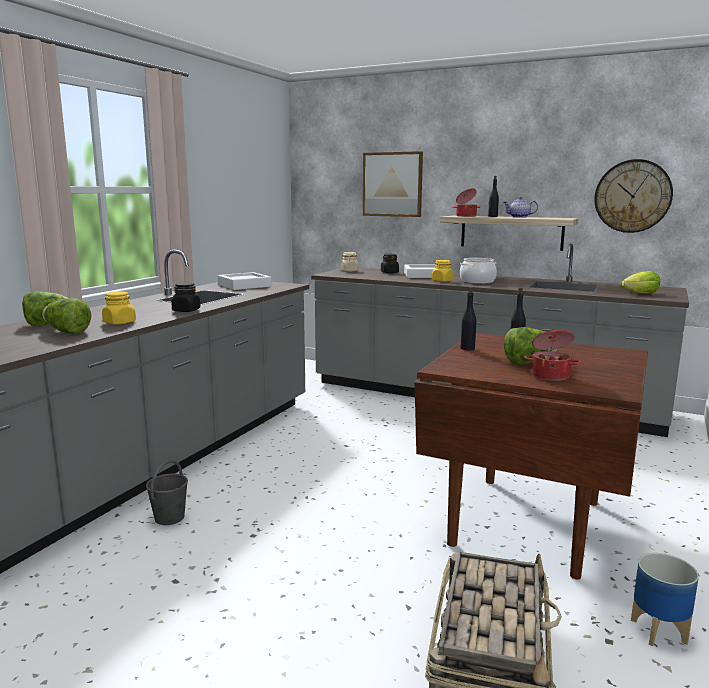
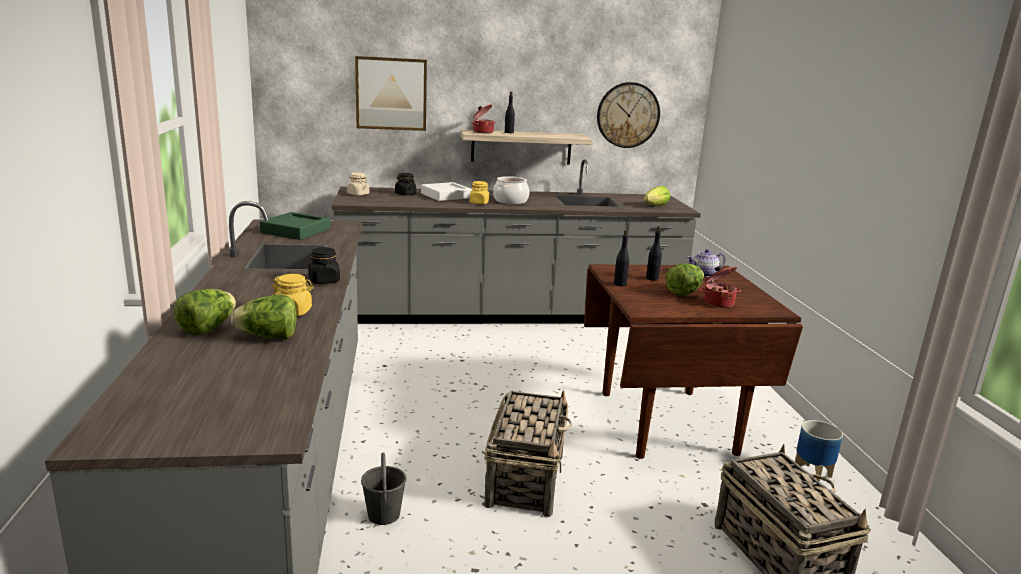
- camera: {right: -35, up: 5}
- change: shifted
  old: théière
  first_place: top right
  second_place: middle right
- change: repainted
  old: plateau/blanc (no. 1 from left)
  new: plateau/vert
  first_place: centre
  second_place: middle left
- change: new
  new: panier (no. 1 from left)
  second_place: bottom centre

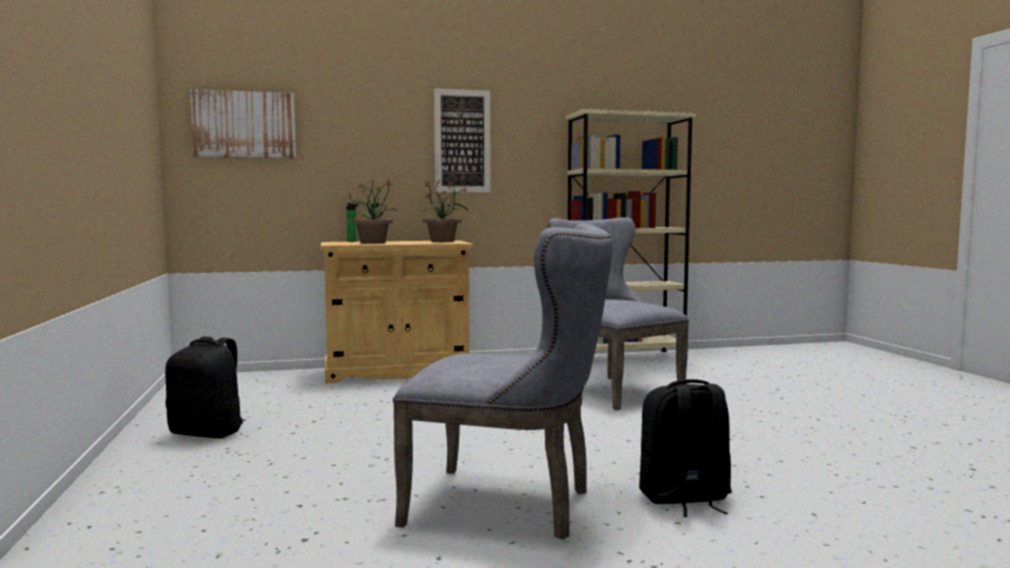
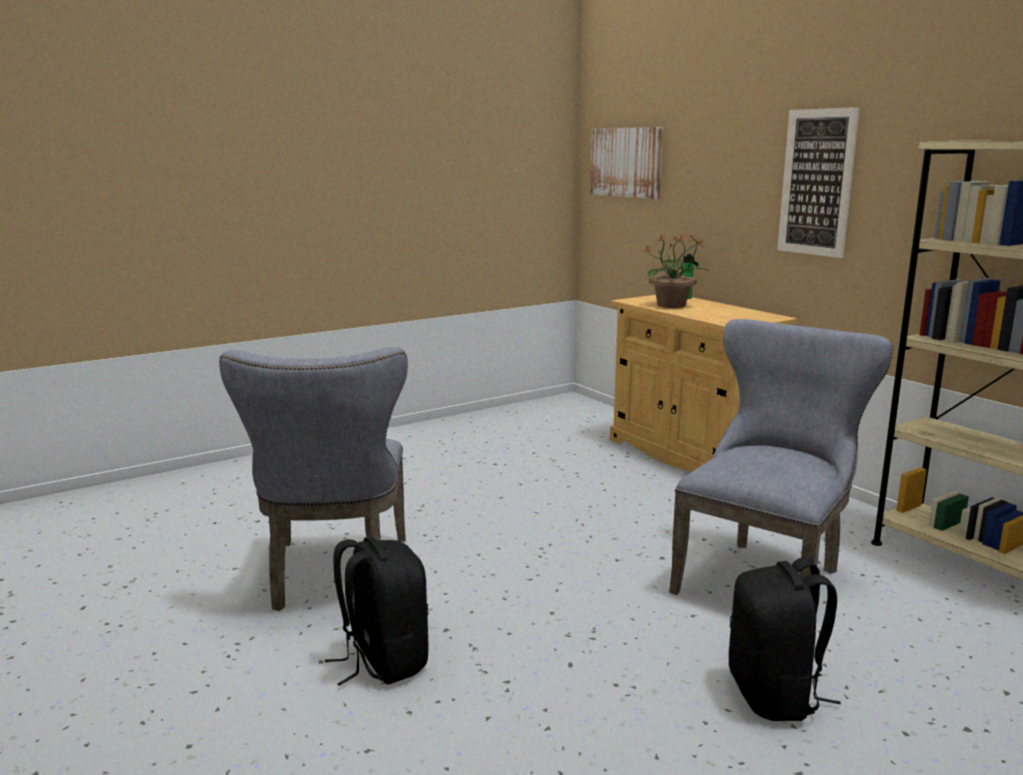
- camera: {right: 70, up: 10}
- change: gone
  old: plante en pot (no. 2 from left)
  first_place: centre
- change: shifted
  old: sac à dos/noir (no. 1 from left in the first image)
  new: sac à dos/noir (no. 2 from left)
  first_place: bottom left
  second_place: bottom right

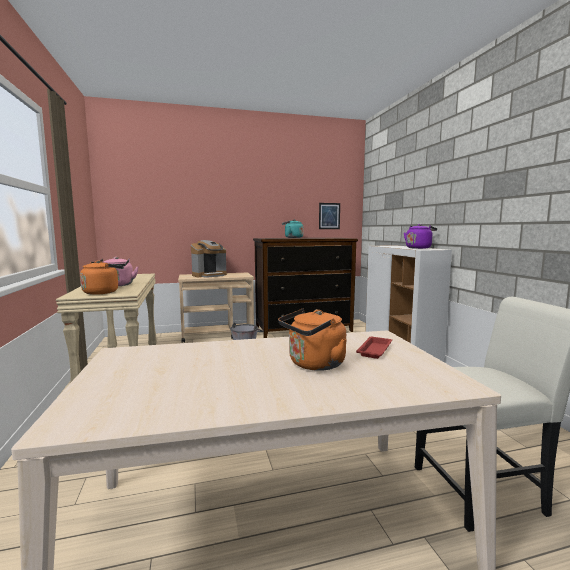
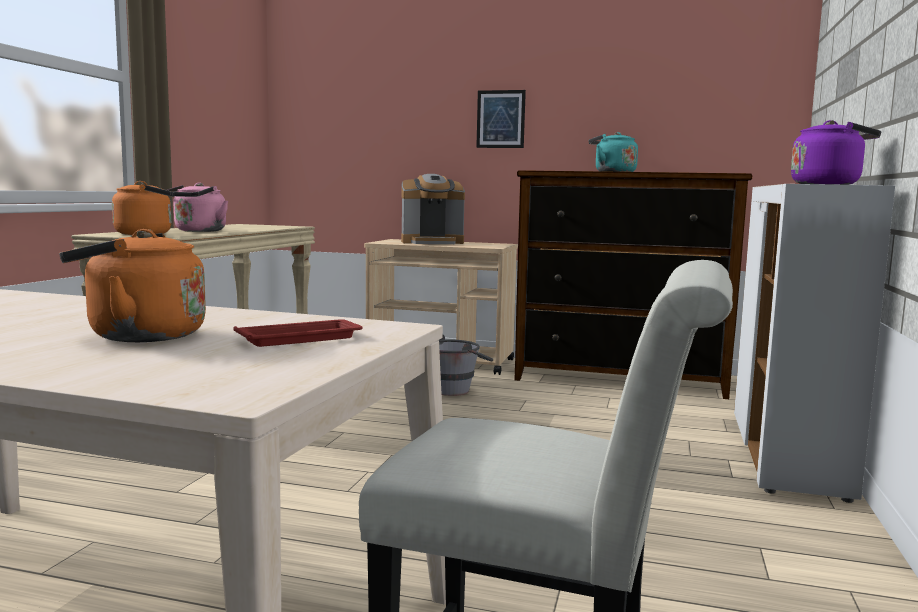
- camera: {right: 30, up: 0}
- change: shifted
  old: tableau
  first_place: centre
  second_place: top centre

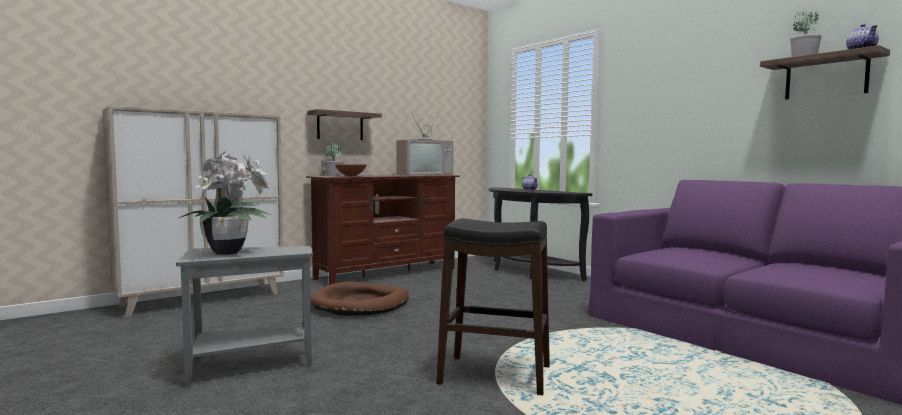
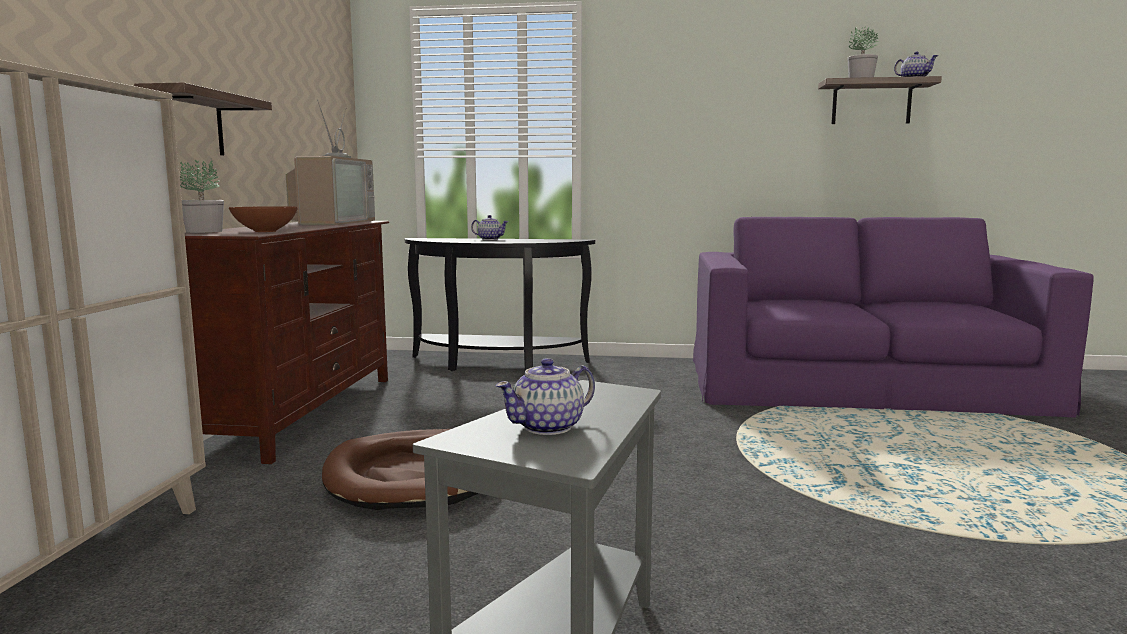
- camera: {right: -45, up: 5}
- change: swapped
  old: plante en pot (no. 1 from left)
  new: théière (no. 2 from left)
  first_place: middle left
  second_place: centre
- change: gone
  old: tabouret/noir
  first_place: bottom centre

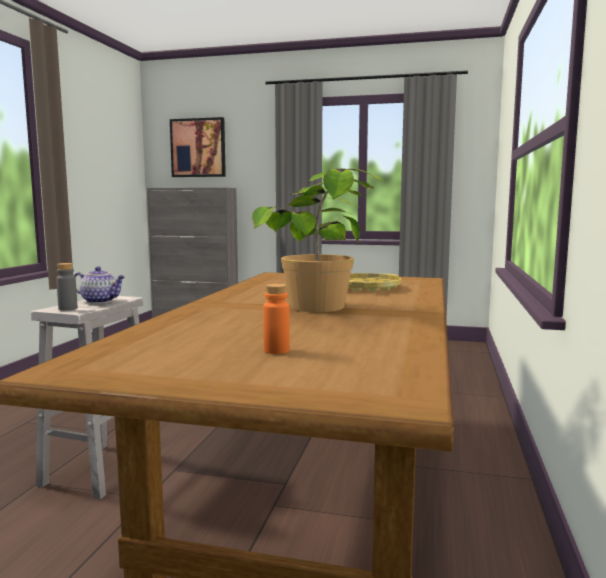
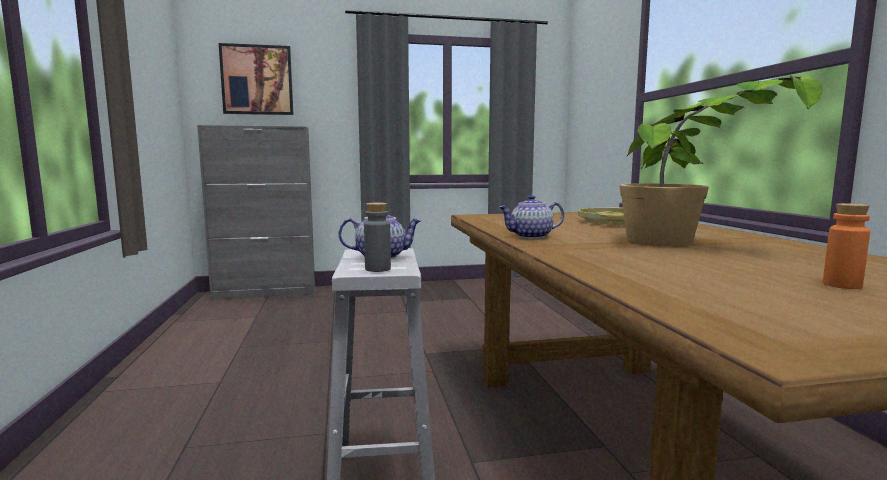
- camera: {right: -25, up: 0}
- change: new
  new: théière (no. 2 from left)
  second_place: centre

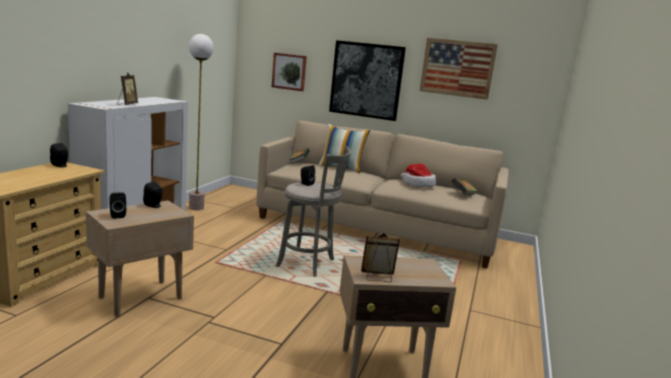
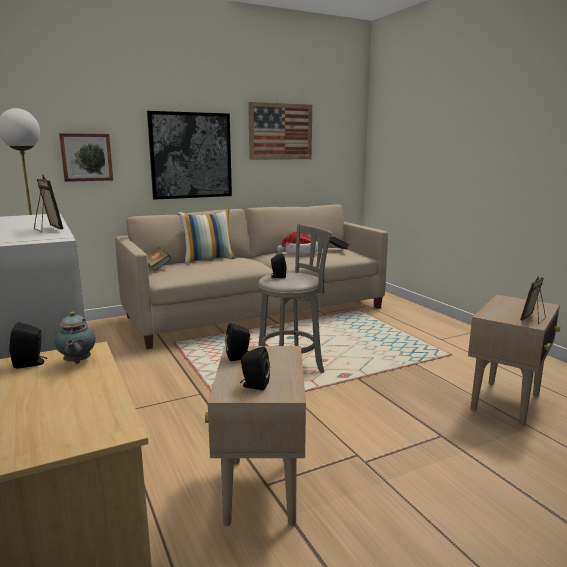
- camera: {right: -45, up: 0}
- change: new
  new: théière
  second_place: middle left

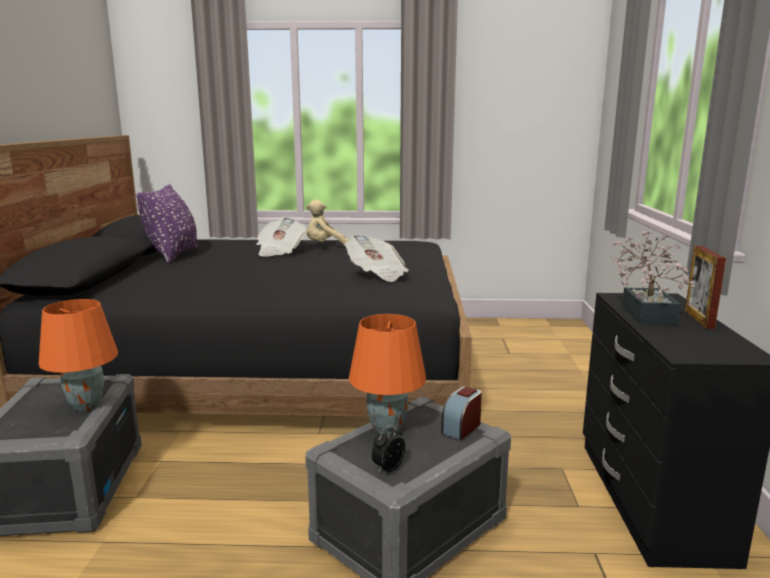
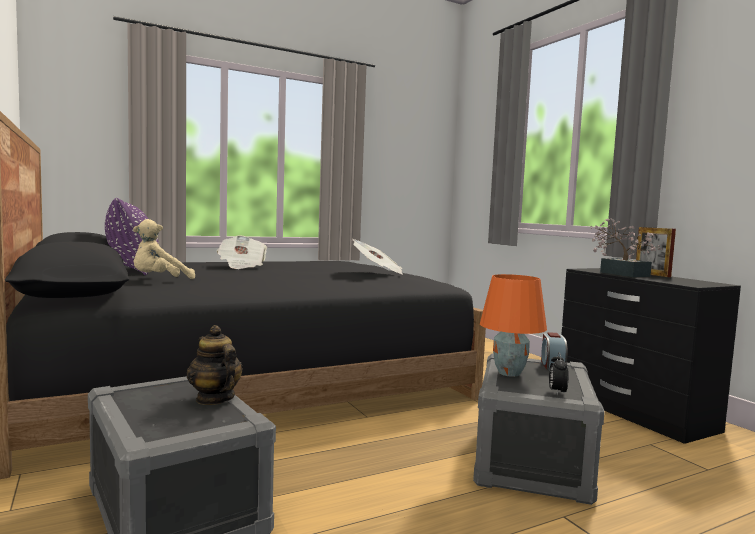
- camera: {right: -30, up: -10}
- change: shifted
  old: peluche/beige
  first_place: centre
  second_place: middle left
- change: swapped
  old: lampe de table/orange (no. 1 from left)
  new: théière
  first_place: middle left
  second_place: bottom left

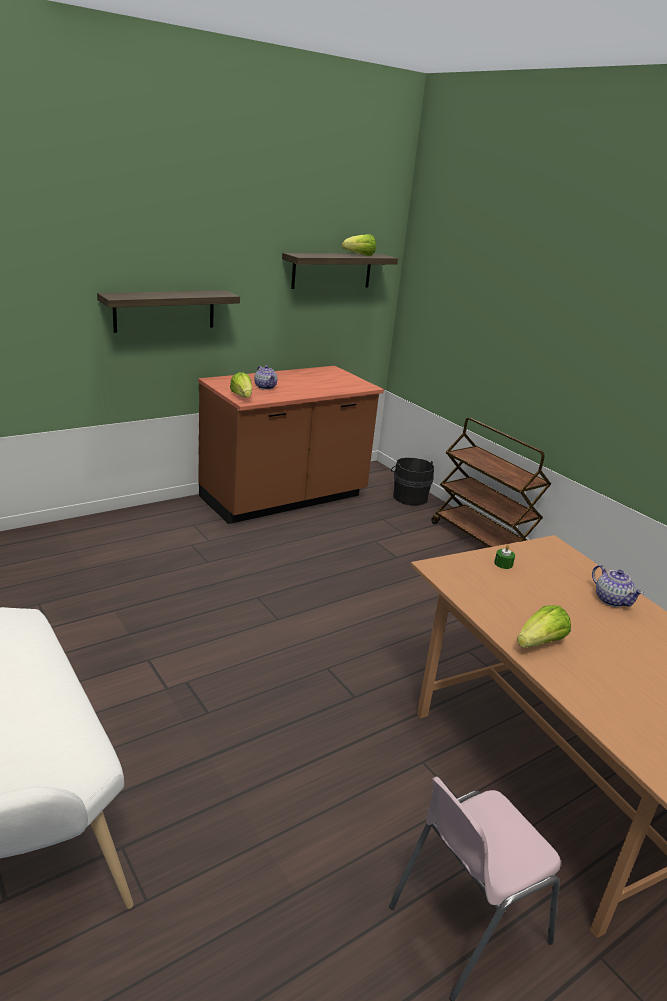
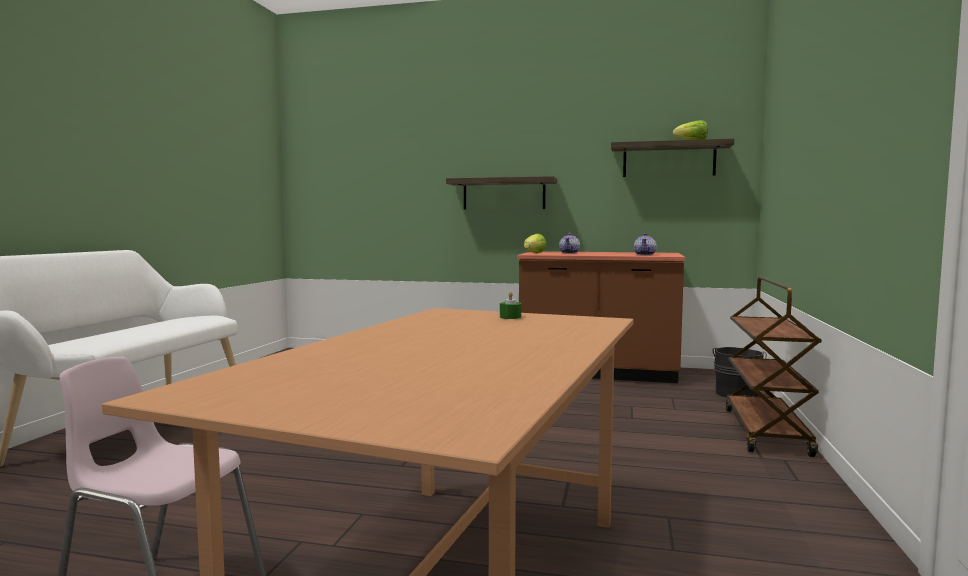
- camera: {right: 50, up: -20}
- change: shifted
  old: théière (no. 2 from left)
  first_place: middle right
  second_place: centre
- change: gone
  old: laitue (no. 3 from left)
  first_place: middle right

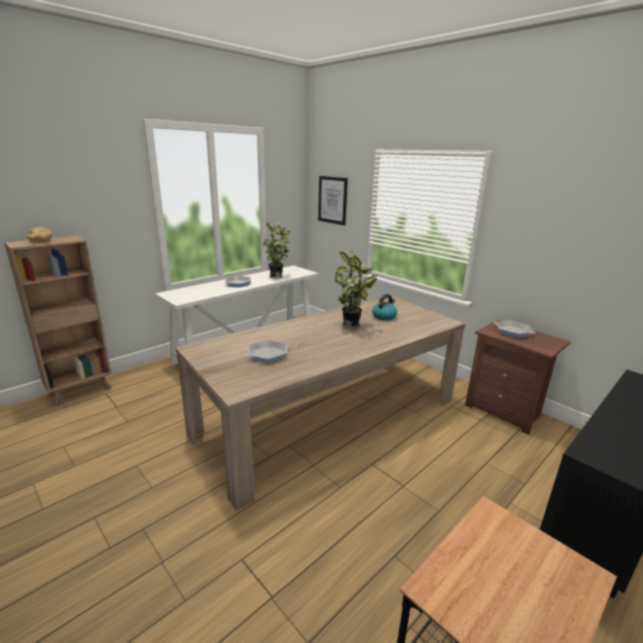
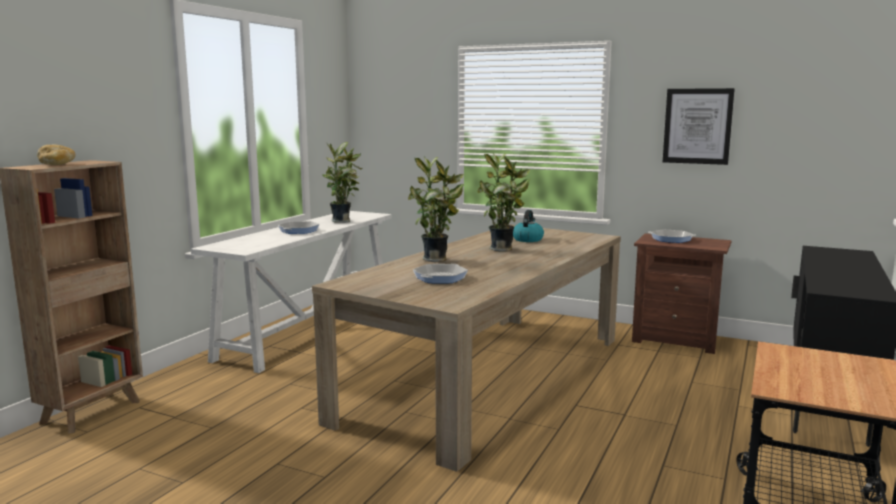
- camera: {right: -20, up: -10}
- change: shifted
  old: tableau
  first_place: top centre
  second_place: top right
- change: new
  new: plante en pot (no. 2 from left)
  second_place: centre

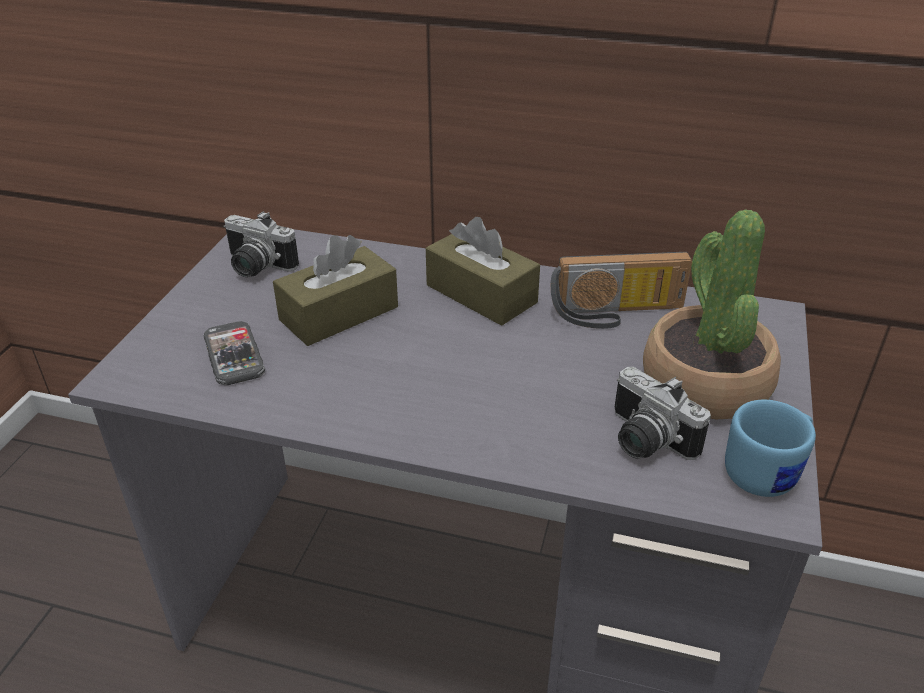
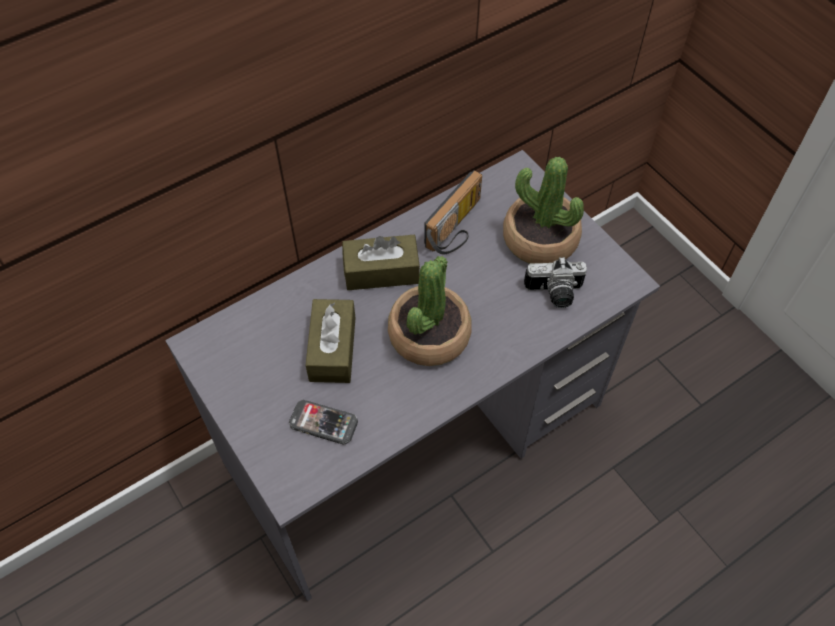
- camera: {right: -50, up: 20}
- change: gone
  old: appareil photo (no. 1 from left)
  first_place: middle left
- change: gone
  old: mug/bleu
  first_place: middle right
- change: new
  new: plante en pot (no. 1 from left)
  second_place: centre

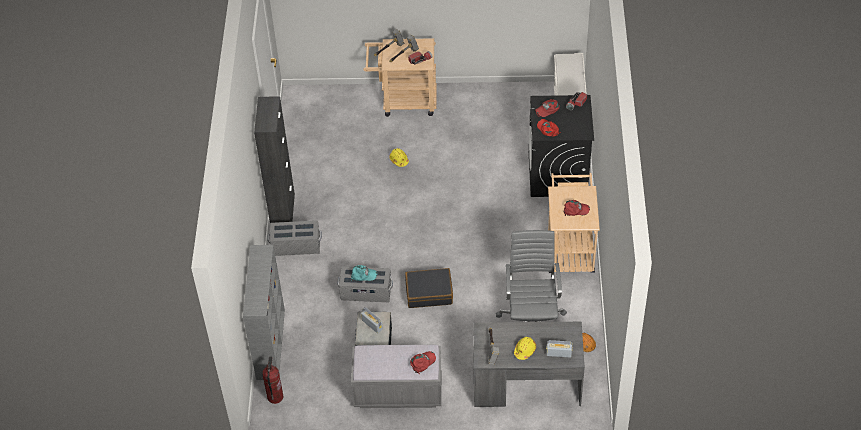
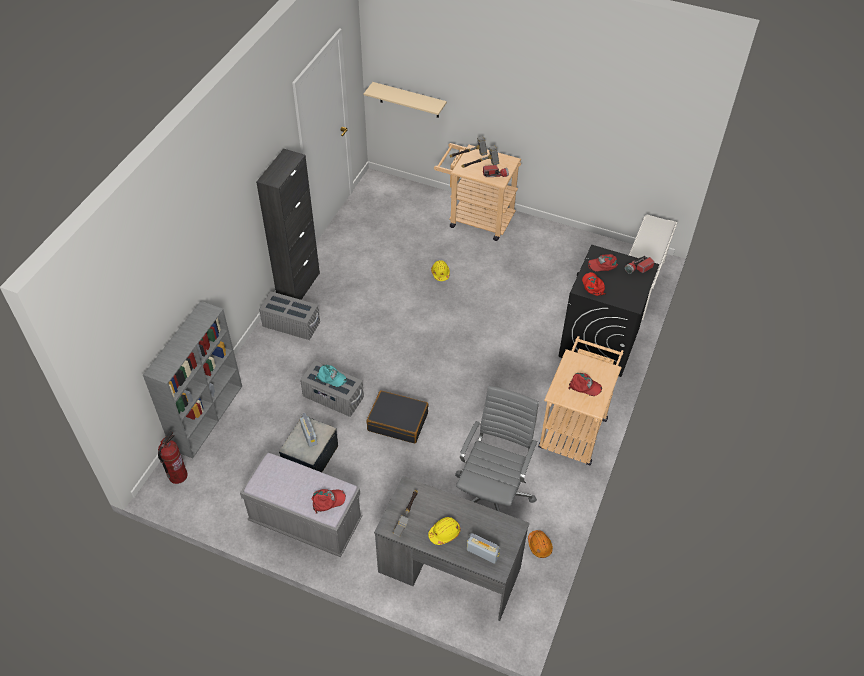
- camera: {right: 20, up: 0}
- change: new
  new: étagère/beige
  second_place: top centre

